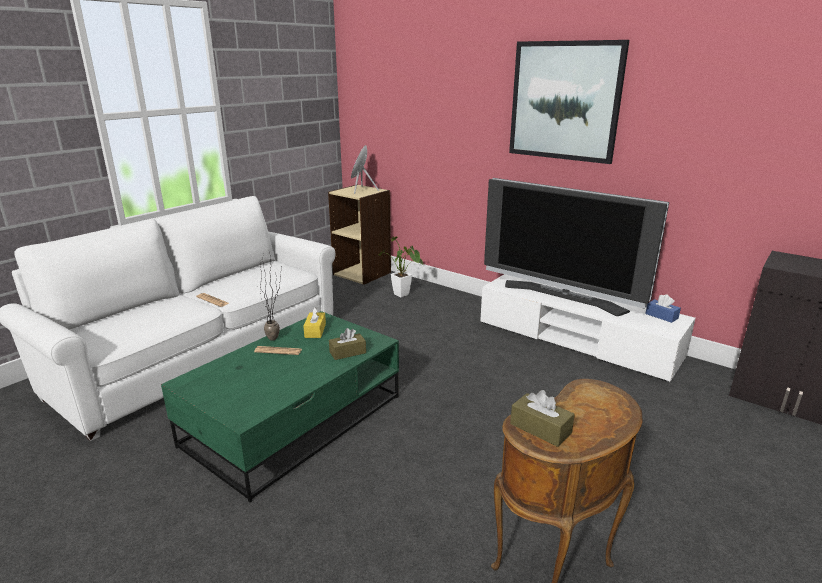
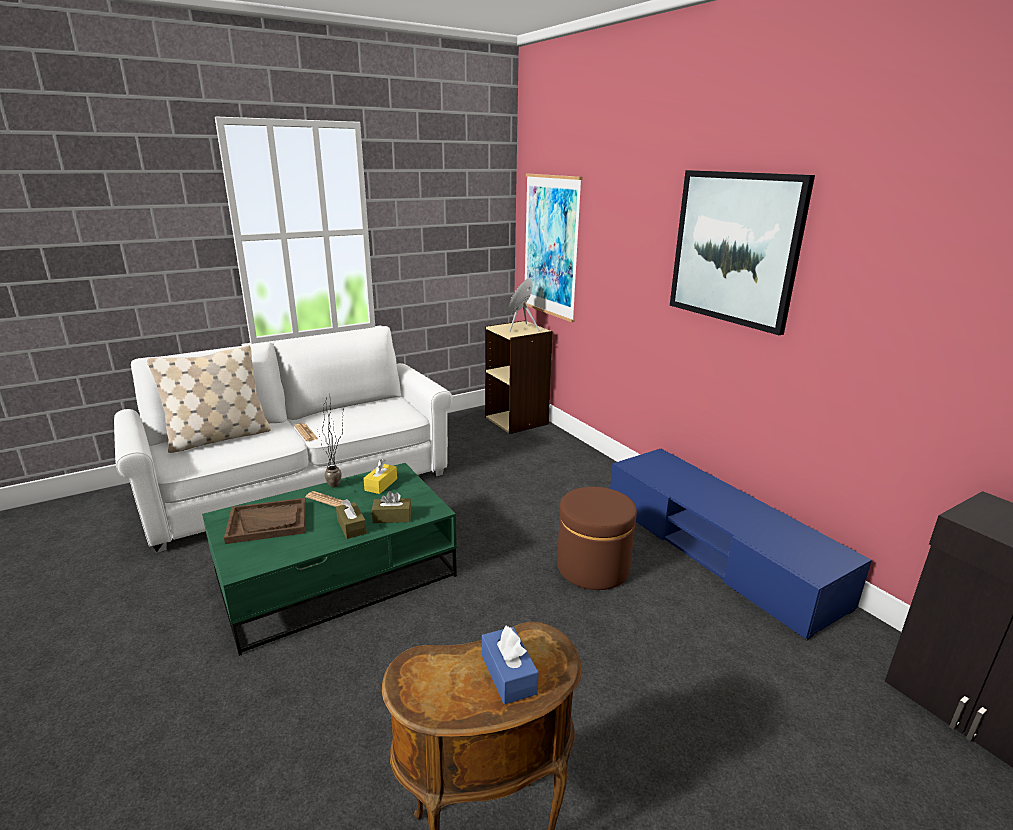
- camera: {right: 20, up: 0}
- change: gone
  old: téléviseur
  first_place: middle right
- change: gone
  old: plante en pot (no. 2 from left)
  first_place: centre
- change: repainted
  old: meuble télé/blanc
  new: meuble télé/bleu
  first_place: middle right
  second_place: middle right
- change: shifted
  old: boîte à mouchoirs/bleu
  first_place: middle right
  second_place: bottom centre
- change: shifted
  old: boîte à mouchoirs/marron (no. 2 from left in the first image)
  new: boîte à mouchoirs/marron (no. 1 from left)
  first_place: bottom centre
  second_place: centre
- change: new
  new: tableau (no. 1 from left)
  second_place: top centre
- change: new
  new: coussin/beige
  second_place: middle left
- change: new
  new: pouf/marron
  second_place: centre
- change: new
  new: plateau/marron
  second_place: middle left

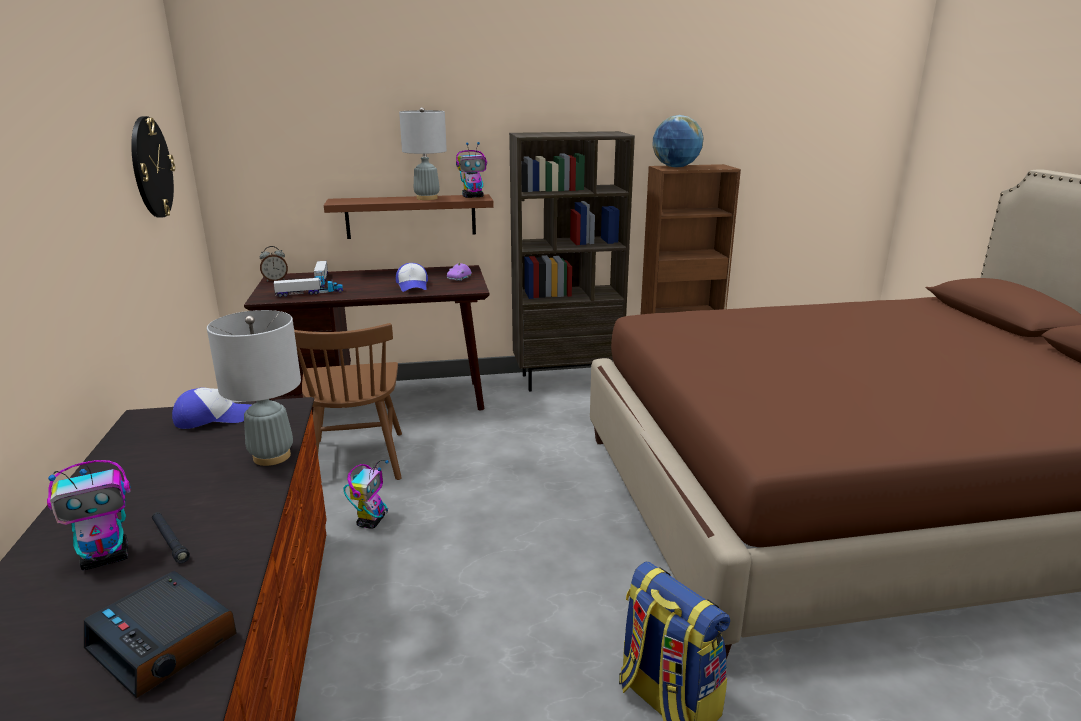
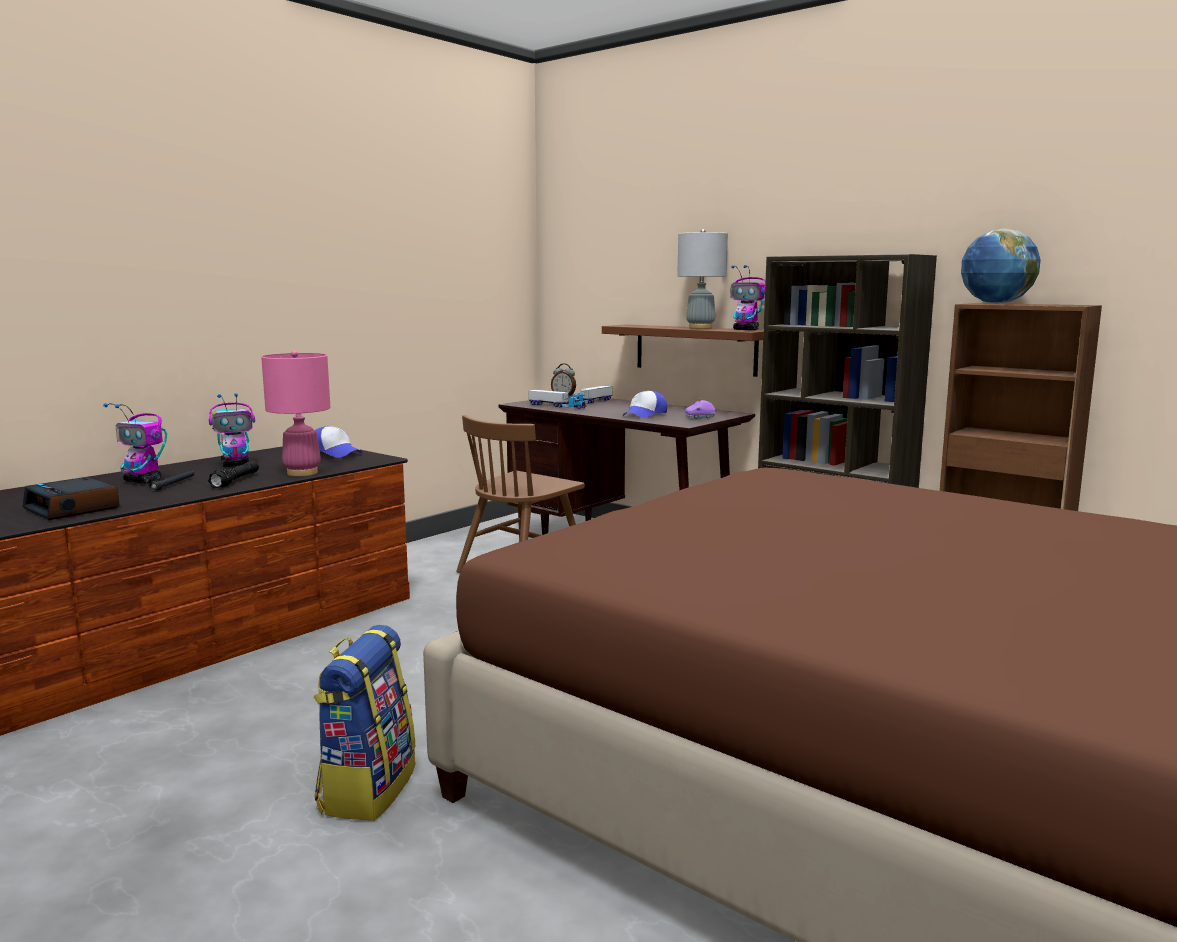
- camera: {right: 50, up: -10}
- change: gone
  old: horloge murale
  first_place: top left
- change: repainted
  old: lampe de table/gris (no. 1 from left)
  new: lampe de table/rose
  first_place: middle left
  second_place: middle left
- change: shifted
  old: robot jouet (no. 2 from left)
  first_place: bottom centre
  second_place: middle left
- change: rotated
  old: réveil (no. 1 from left)
  first_place: bottom left
  second_place: middle left
  degrees: -45
- change: new
  new: lampe de poche/noir (no. 2 from left)
  second_place: middle left

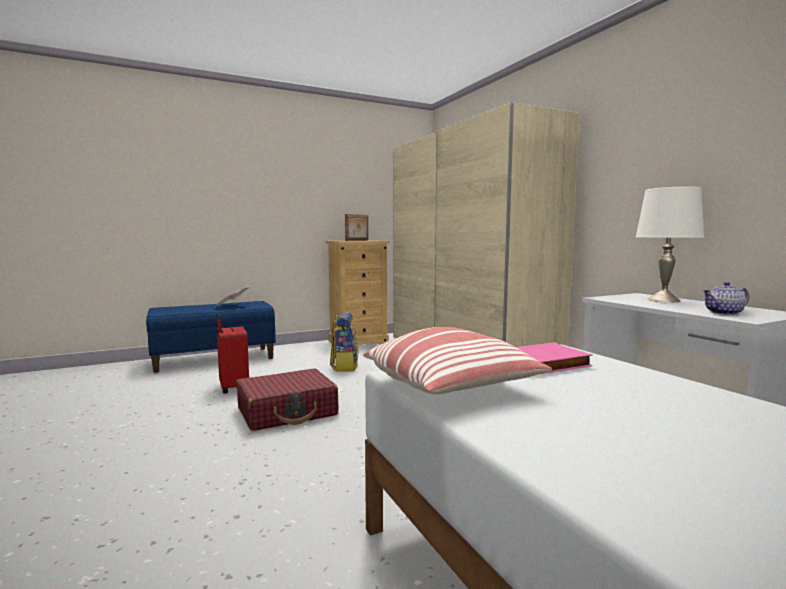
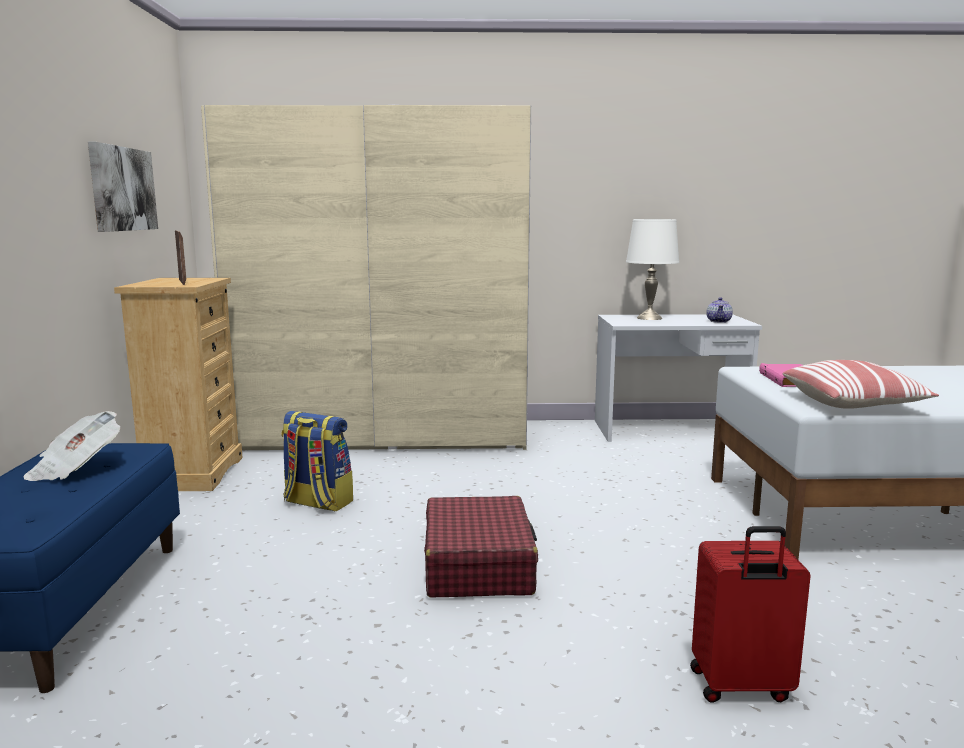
- camera: {right: -65, up: 5}
- change: shifted
  old: valise/rouge (no. 1 from left in the first image)
  new: valise/rouge (no. 2 from left)
  first_place: middle left
  second_place: bottom right
- change: new
  new: tableau
  second_place: top left

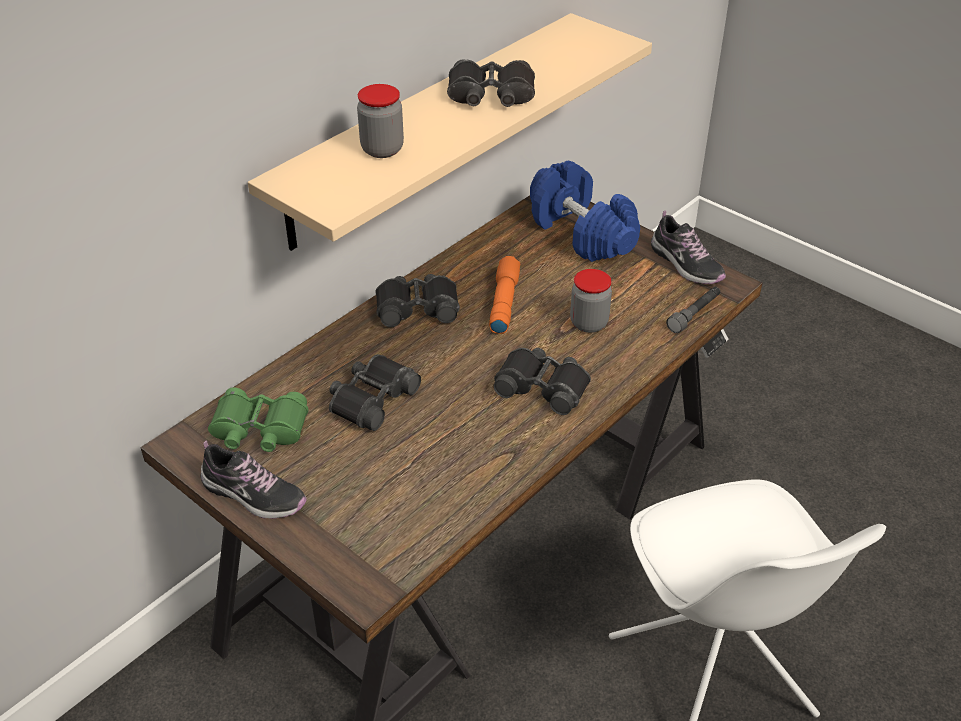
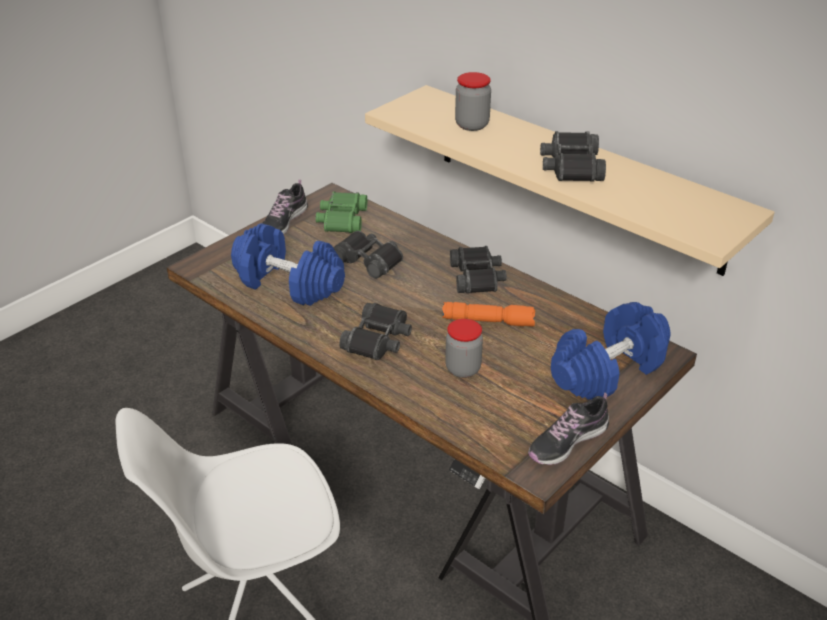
- camera: {right: 90, up: -5}
- change: gone
  old: lampe de poche/gris
  first_place: middle right
- change: new
  new: haltère/bleu (no. 1 from left)
  second_place: centre

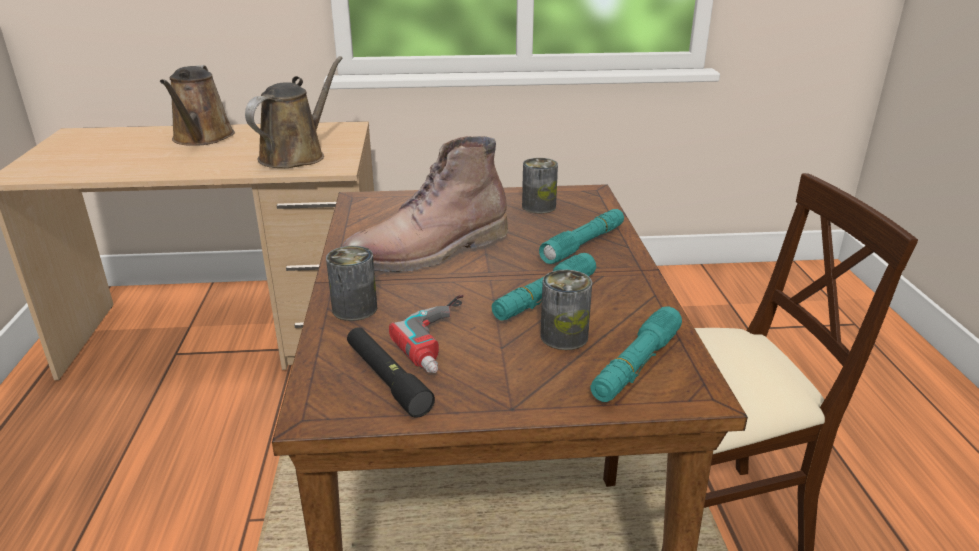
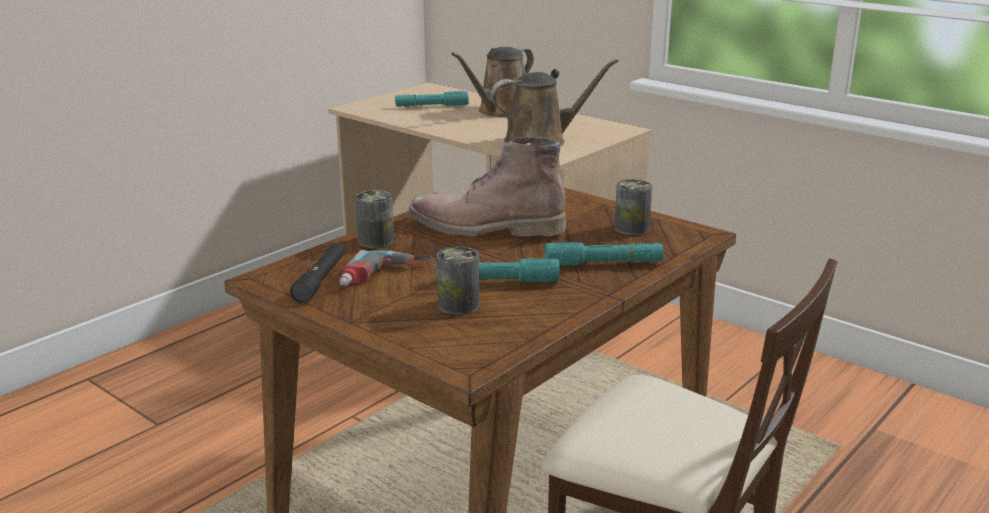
- camera: {right: 45, up: -5}
- change: shifted
  old: lampe de poche/turquoise (no. 3 from left in the first image)
  new: lampe de poche/turquoise (no. 1 from left)
  first_place: centre
  second_place: top centre

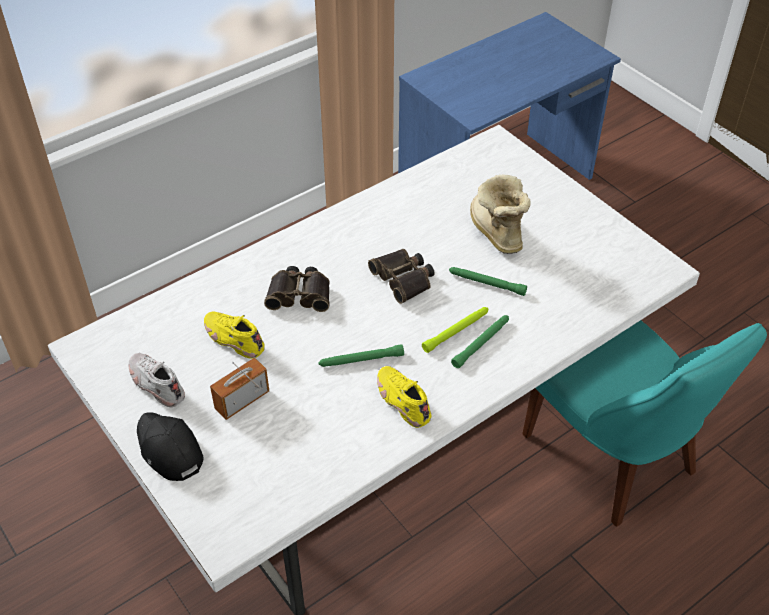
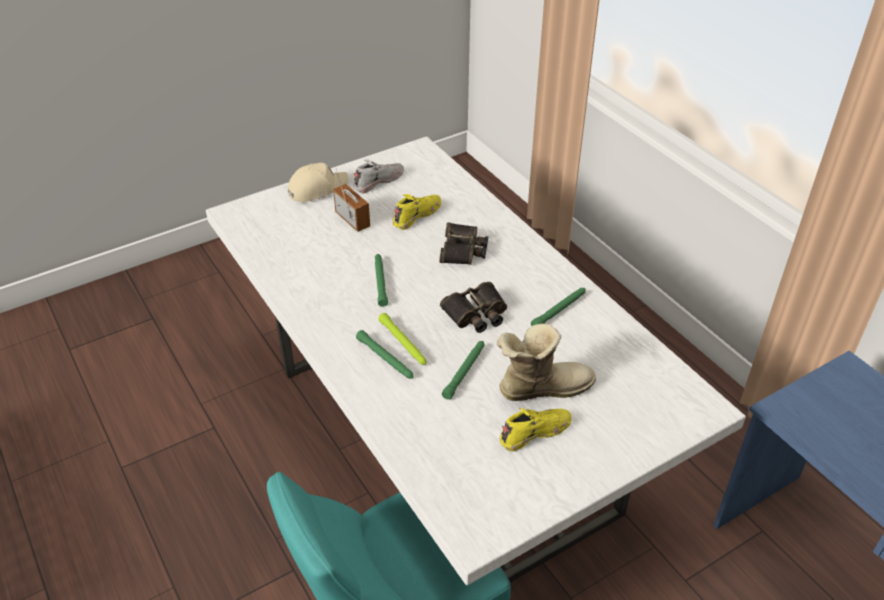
- camera: {right: 95, up: -5}
- change: shifted
  old: chaussure/jaune (no. 2 from left)
  first_place: centre
  second_place: bottom centre
- change: repainted
  old: casquette/noir
  new: casquette/beige
  first_place: bottom left
  second_place: top centre
- change: new
  new: lampe de poche/vert (no. 5 from left)
  second_place: centre

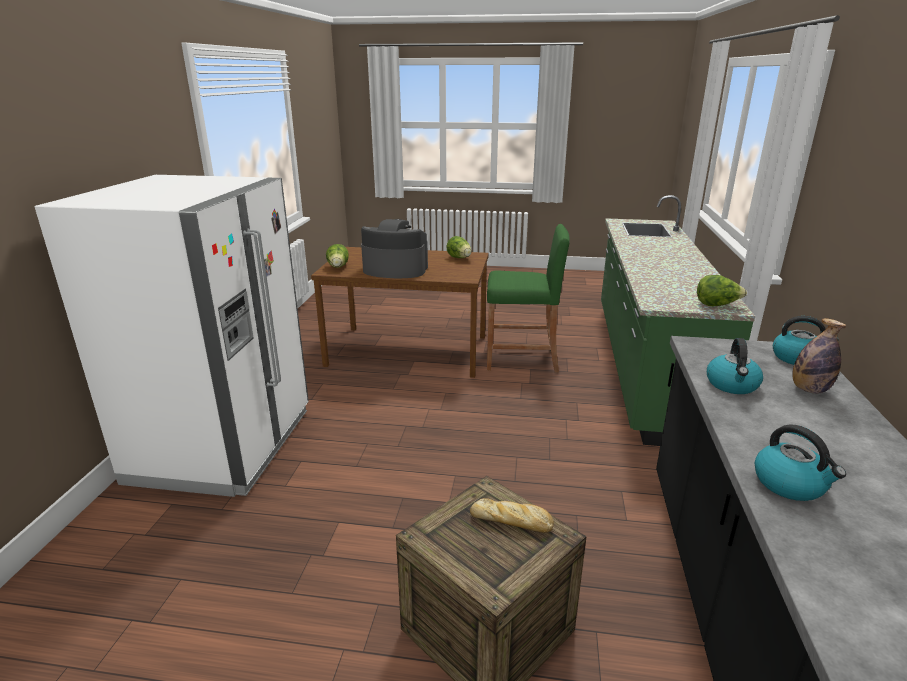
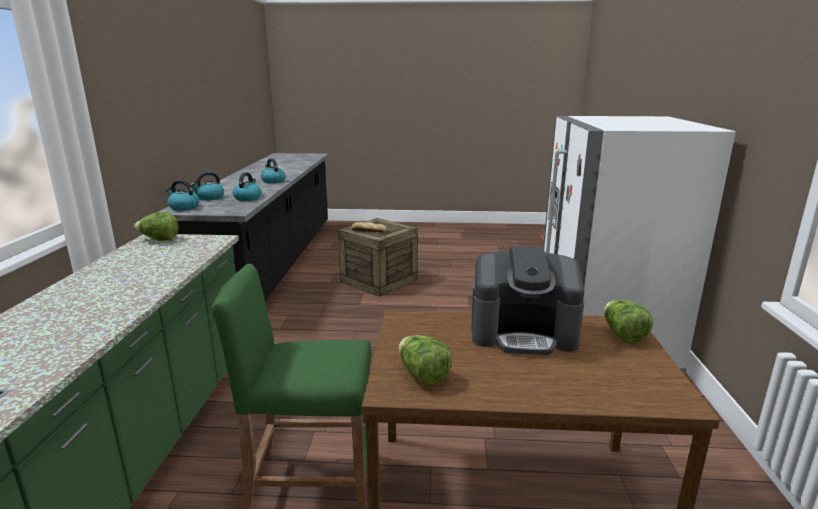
- camera: {right: 175, up: -5}
- change: swapped
  old: bouteille
  new: bouilloire (no. 2 from left)
  first_place: middle right
  second_place: middle left

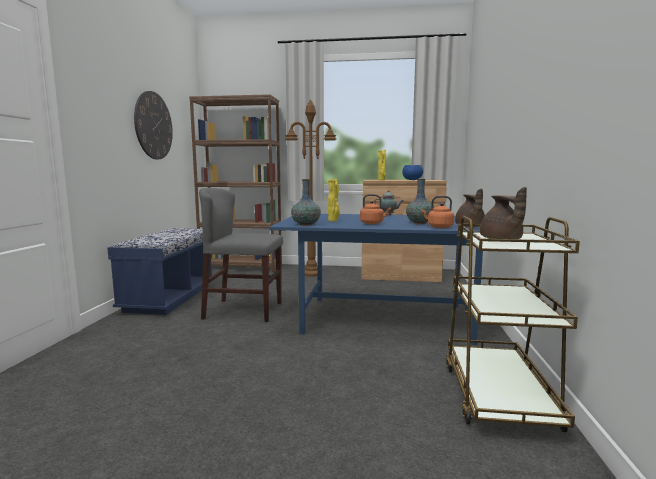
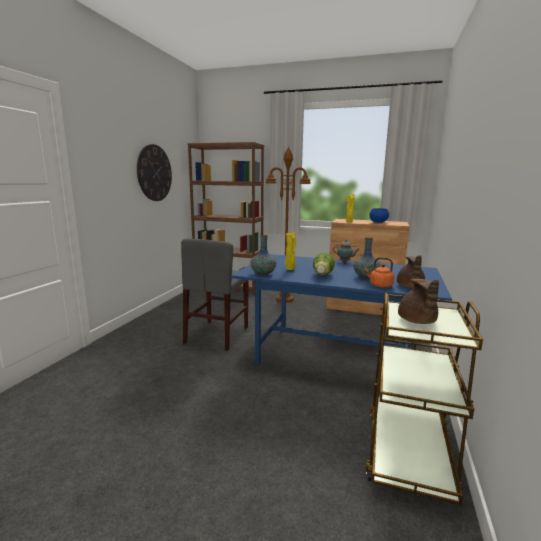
- camera: {right: 10, up: 5}
- change: rotated
  old: chaise/gris
  first_place: centre
  second_place: centre
  degrees: -90
- change: swapped
  old: bouilloire/orange (no. 1 from left)
  new: laitue
  first_place: centre
  second_place: centre
- change: gone
  old: banc/bleu
  first_place: middle left

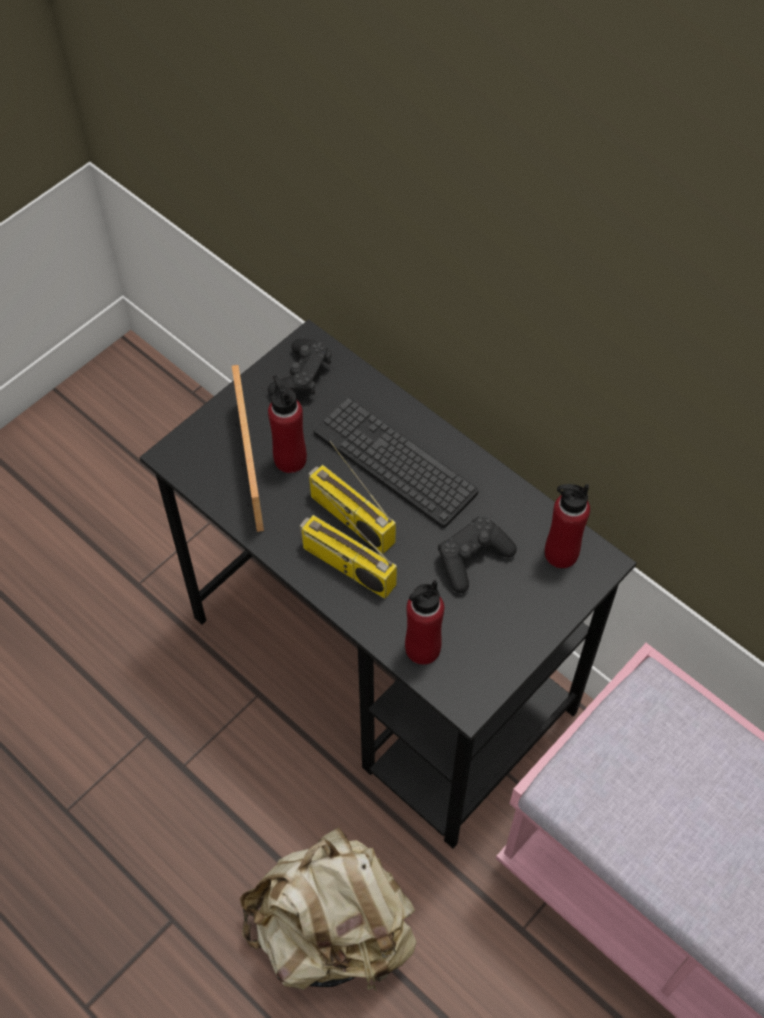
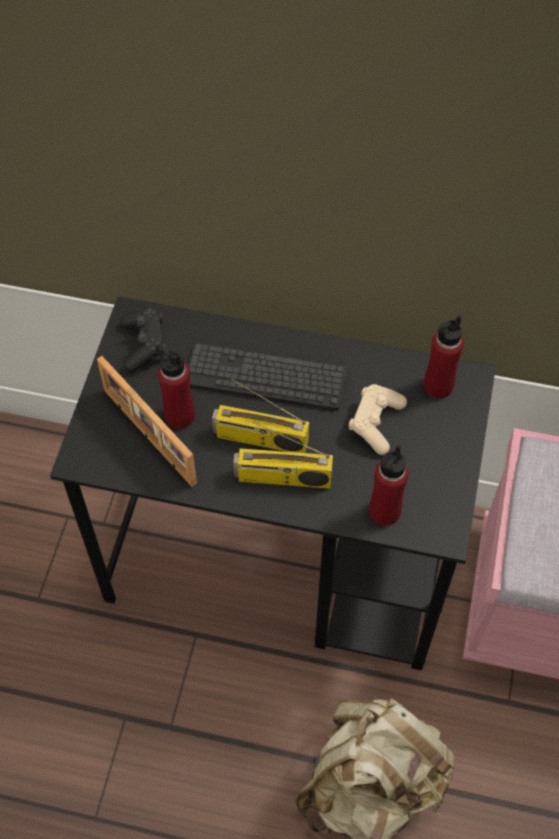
- camera: {right: -30, up: 0}
- change: repainted
  old: manette/noir (no. 2 from left)
  new: manette/beige
  first_place: centre
  second_place: middle right

